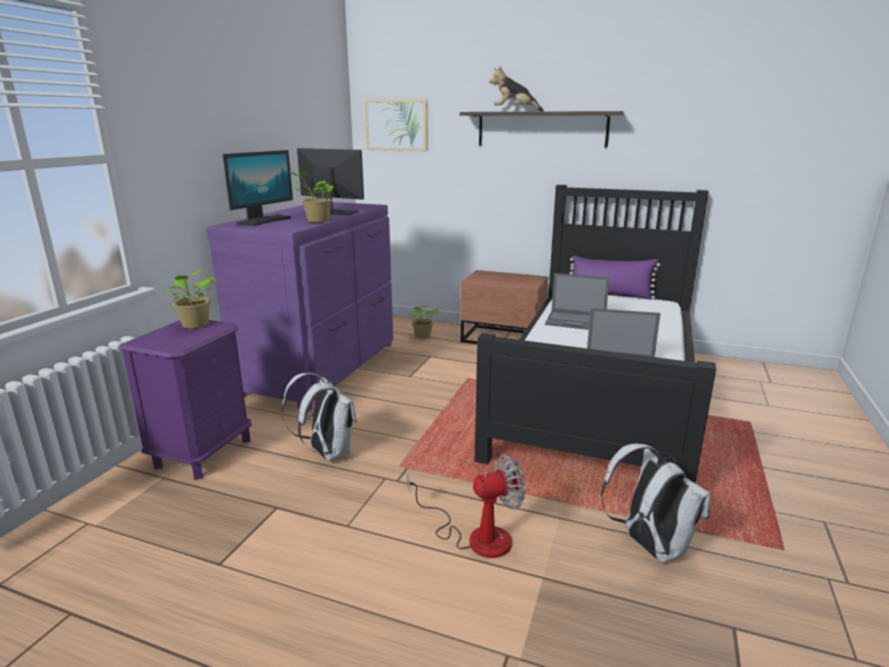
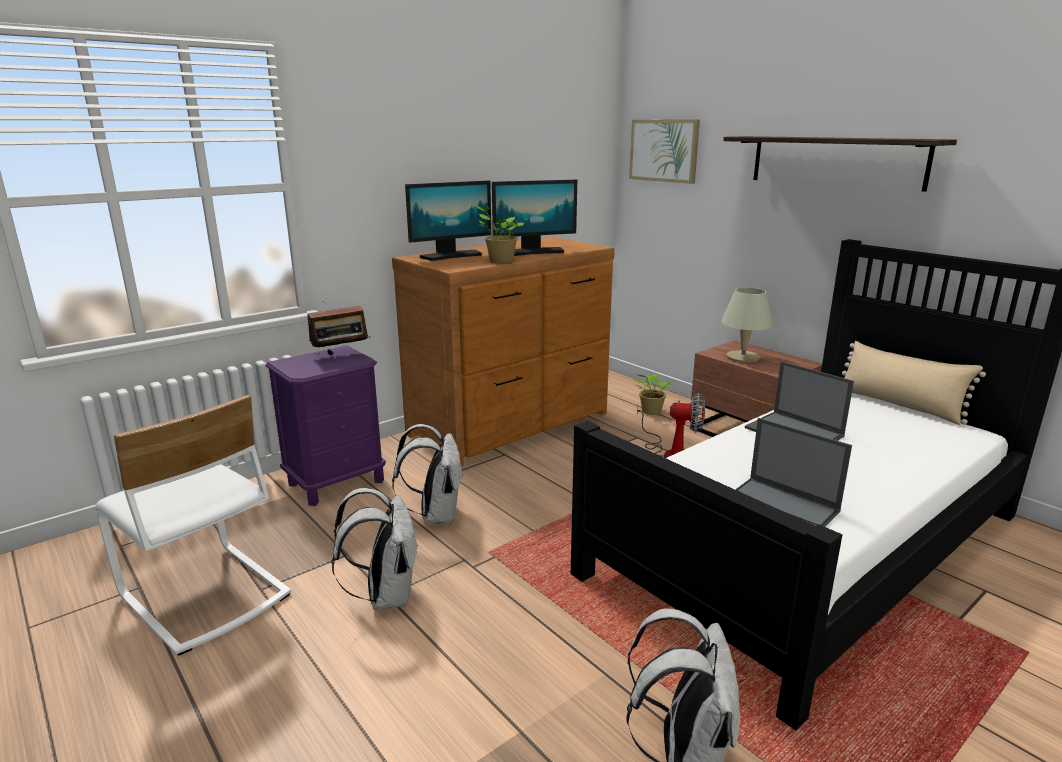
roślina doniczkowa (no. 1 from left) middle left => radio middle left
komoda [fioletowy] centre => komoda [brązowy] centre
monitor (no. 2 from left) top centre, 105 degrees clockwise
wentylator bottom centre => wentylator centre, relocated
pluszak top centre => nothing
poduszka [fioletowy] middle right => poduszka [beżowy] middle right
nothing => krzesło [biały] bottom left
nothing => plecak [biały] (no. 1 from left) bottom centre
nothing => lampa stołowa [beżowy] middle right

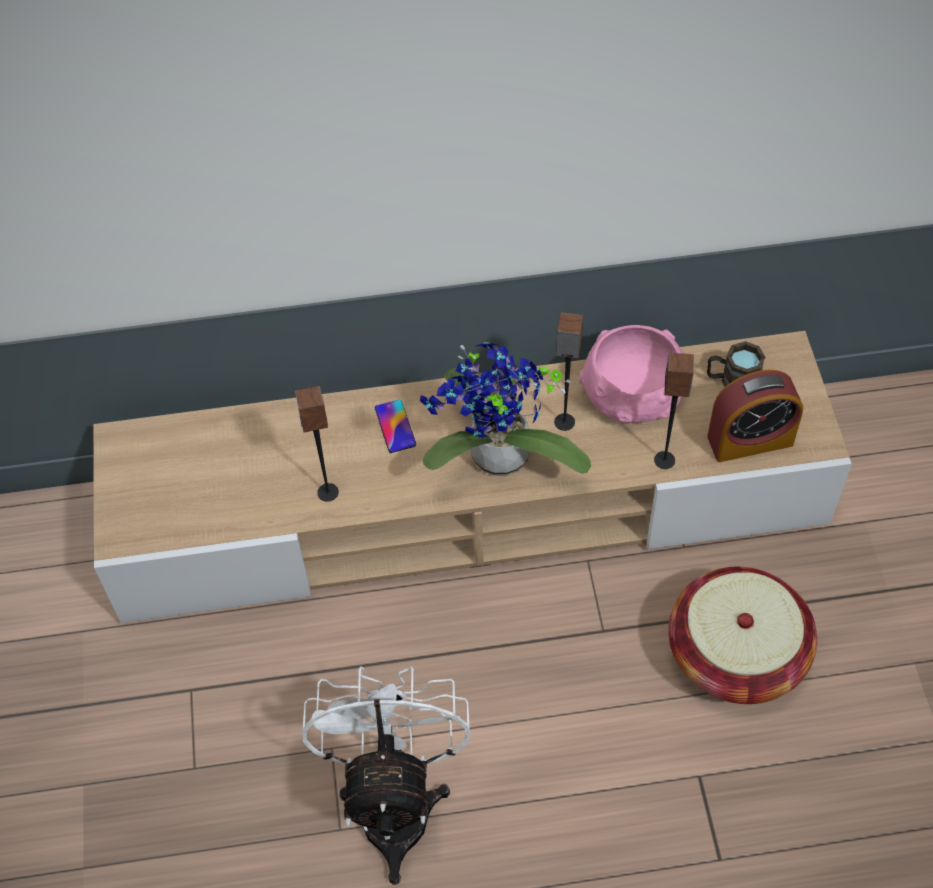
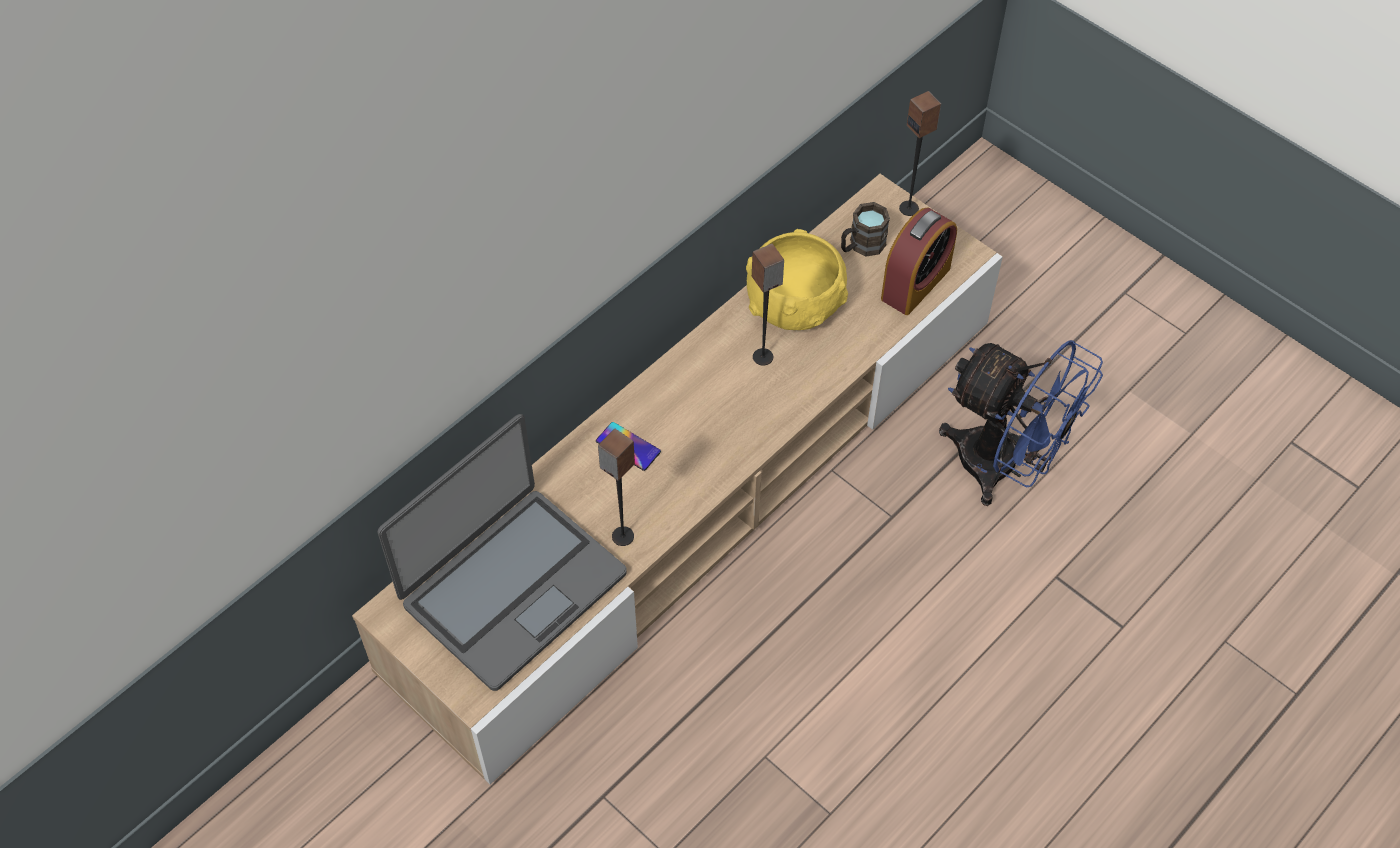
wentylator [biały] bottom centre => nothing
roślina doniczkowa centre => nothing
miska [różowy] middle right => miska [żółty] top centre
głośnik (no. 3 from left) middle right => głośnik (no. 3 from left) top centre, relocated
koszyk bottom right => wentylator [niebieski] middle right
nothing => laptop centre

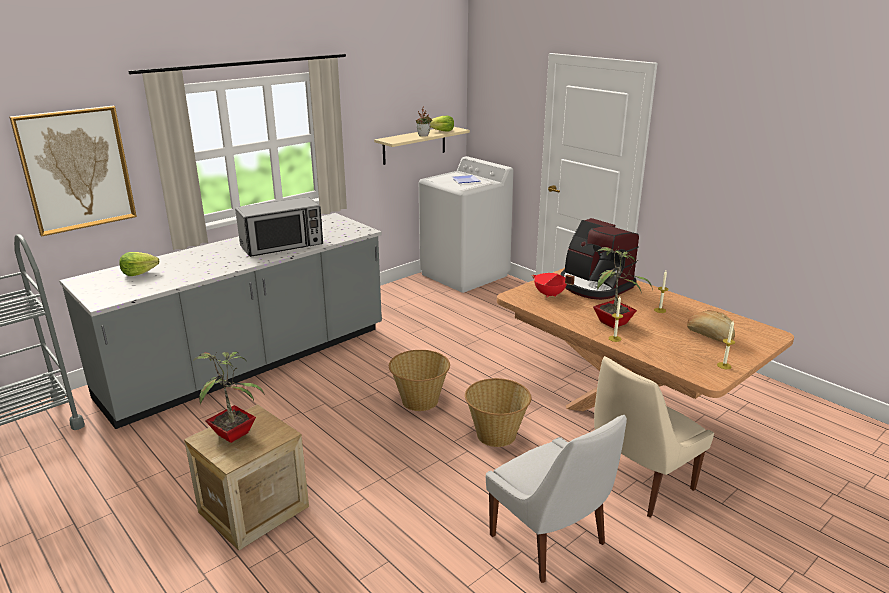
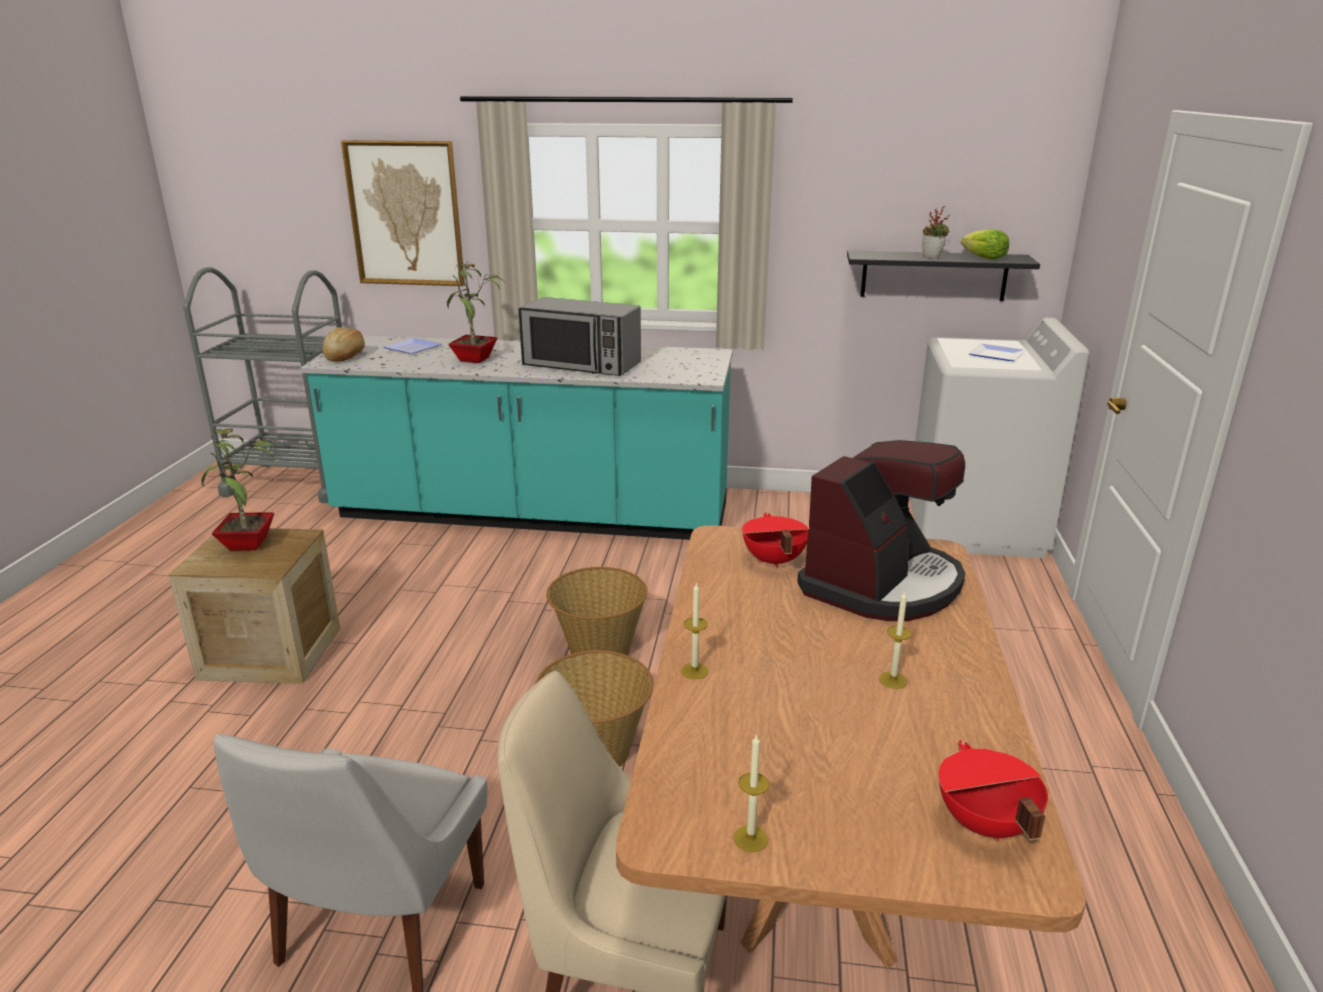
zabudowa kuchenna [szary] middle left => zabudowa kuchenna [turkusowy] centre
sałata (no. 1 from left) middle left => talerz (no. 1 from left) middle left
półka [beżowy] top centre => półka [czarny] top right
ekspres do kawy middle right => ekspres do kawy centre, 150 degrees counterclockwise
roślina doniczkowa (no. 3 from left in the first image) middle right => roślina doniczkowa (no. 2 from left) top centre, relocated
chleb middle right => chleb middle left, relocated
nothing => garnek [czerwony] (no. 2 from left) bottom right

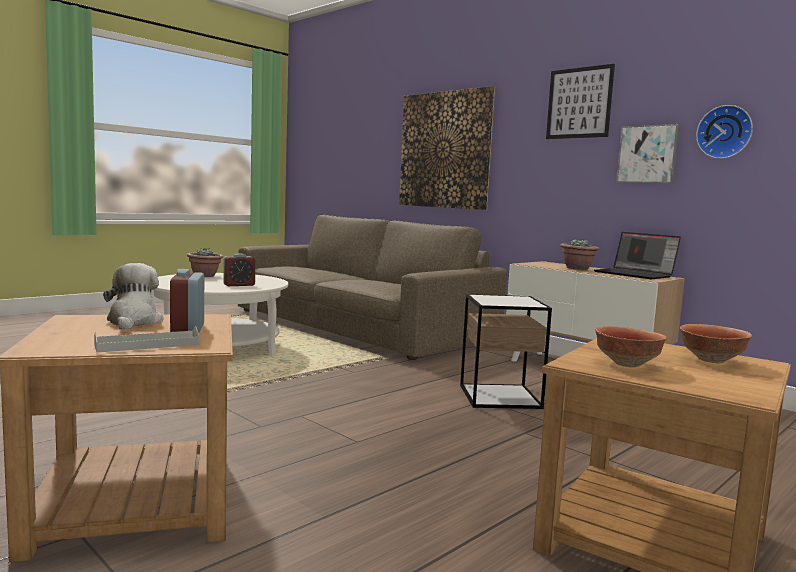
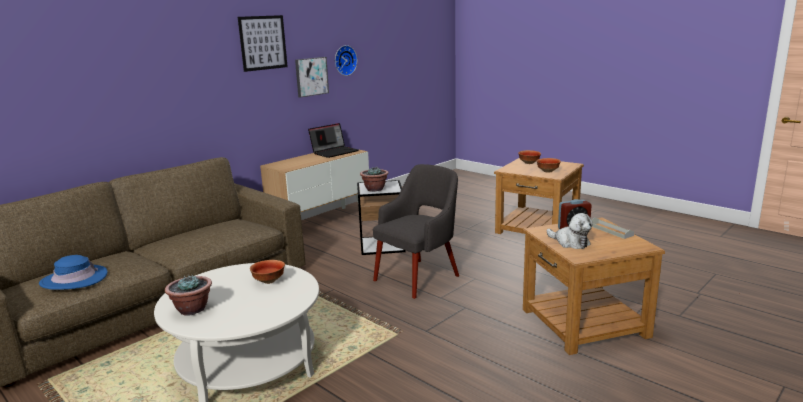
pluszak middle left => pluszak middle right, 120 degrees counterclockwise
budzik (no. 2 from left) middle left => miska (no. 1 from left) bottom left
obraz (no. 1 from left) top centre => nothing
roślina doniczkowa (no. 2 from left) middle right => roślina doniczkowa (no. 2 from left) centre, relocated
nothing => kapelusz [niebieski] bottom left
nothing => fotel [szary] centre

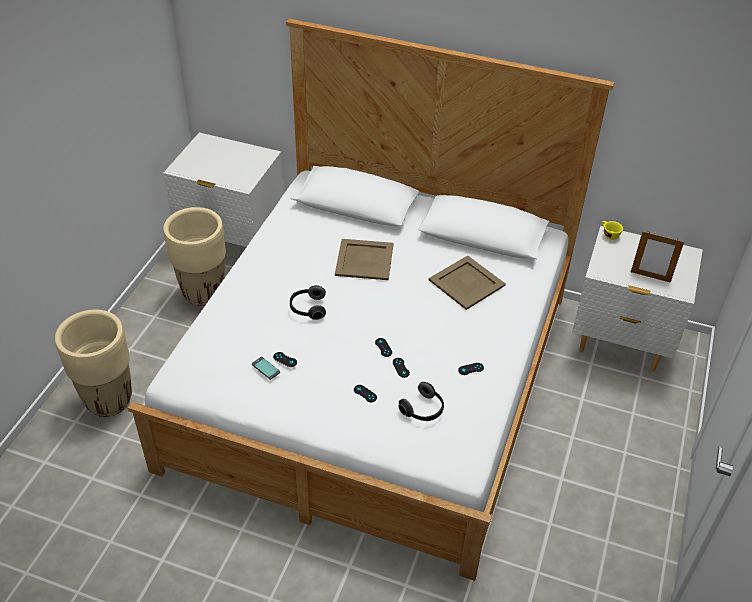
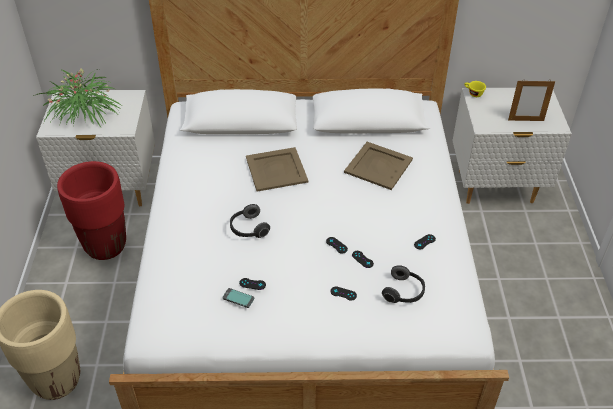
donica [beżowy] (no. 2 from left) middle left => donica [czerwony] middle left
nothing => roślina doniczkowa top left

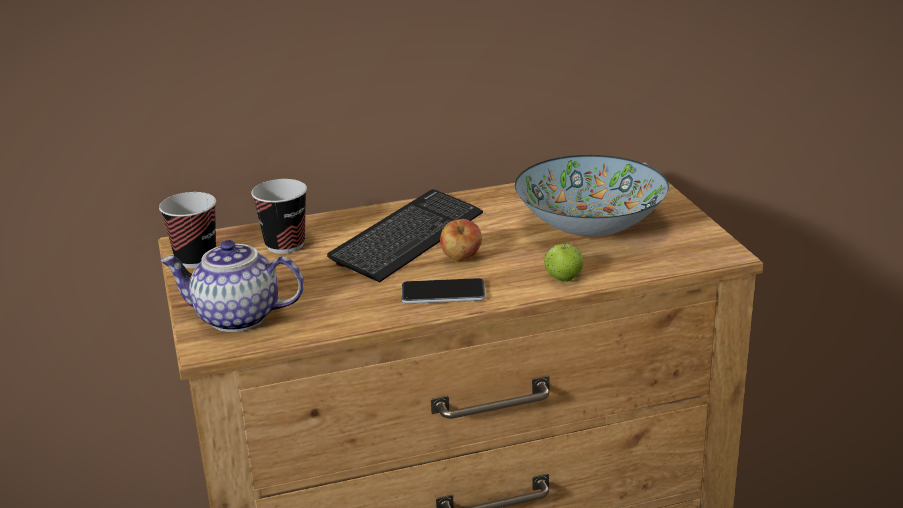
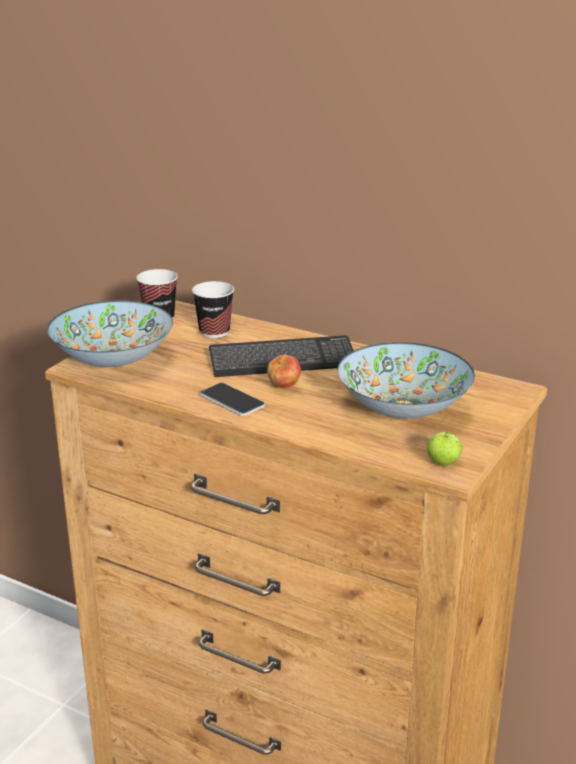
imbryk middle left => miska (no. 1 from left) middle left
jabłko (no. 2 from left) centre => jabłko (no. 2 from left) middle right, relocated

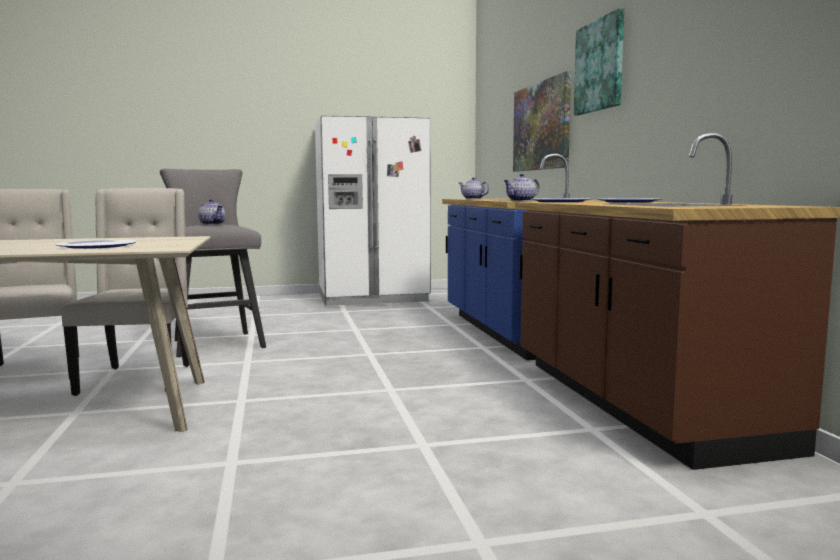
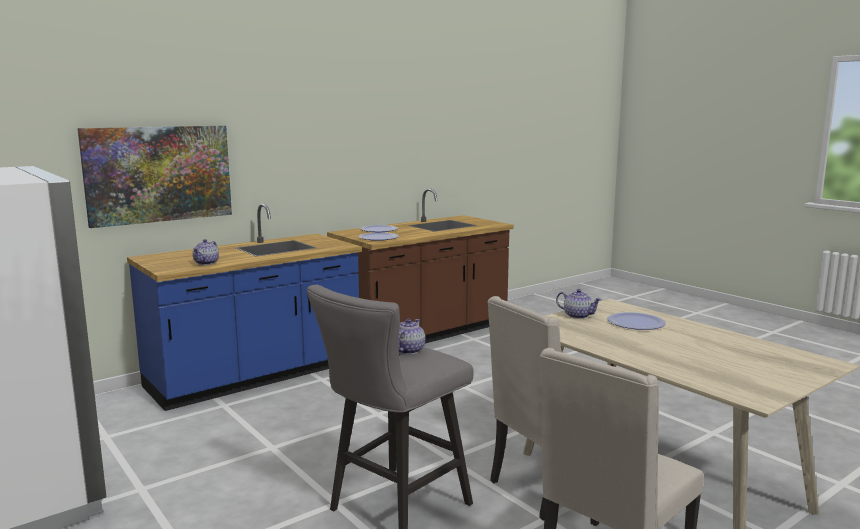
imbryk (no. 3 from left) centre => imbryk (no. 3 from left) middle right, relocated
obraz (no. 2 from left) top right => nothing

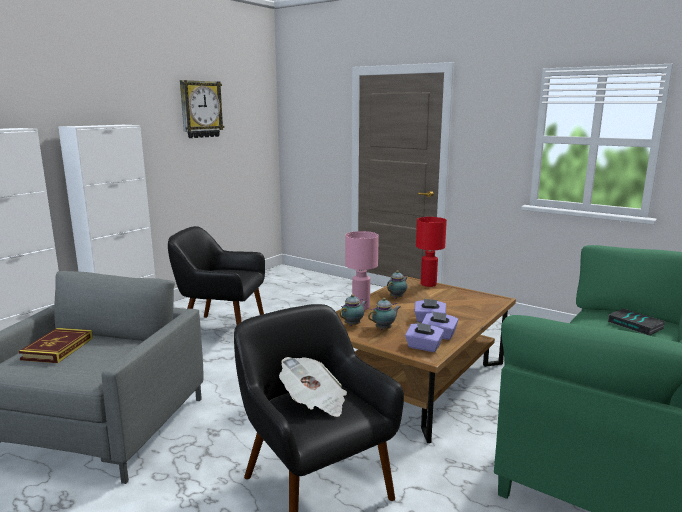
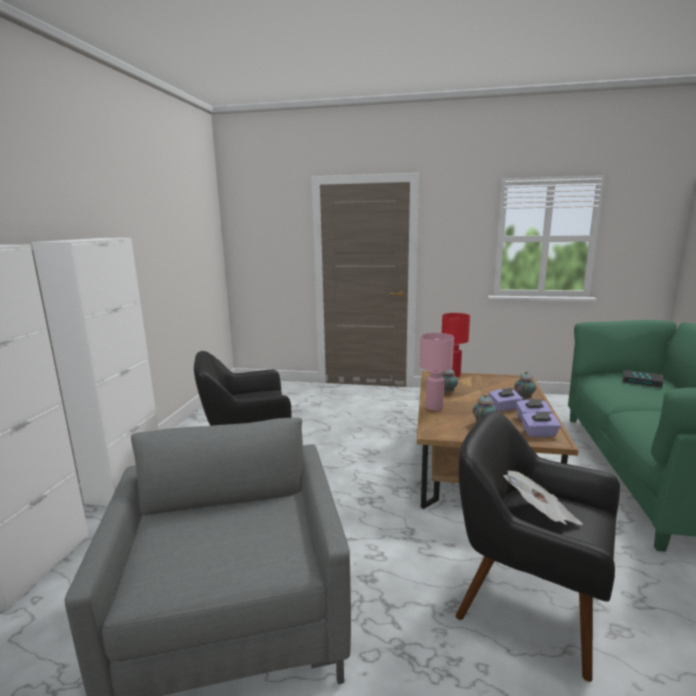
książka (no. 1 from left) bottom left => nothing
zegar ścienny top left => nothing
imbryk (no. 1 from left in the first image) centre => imbryk (no. 3 from left) middle right, relocated

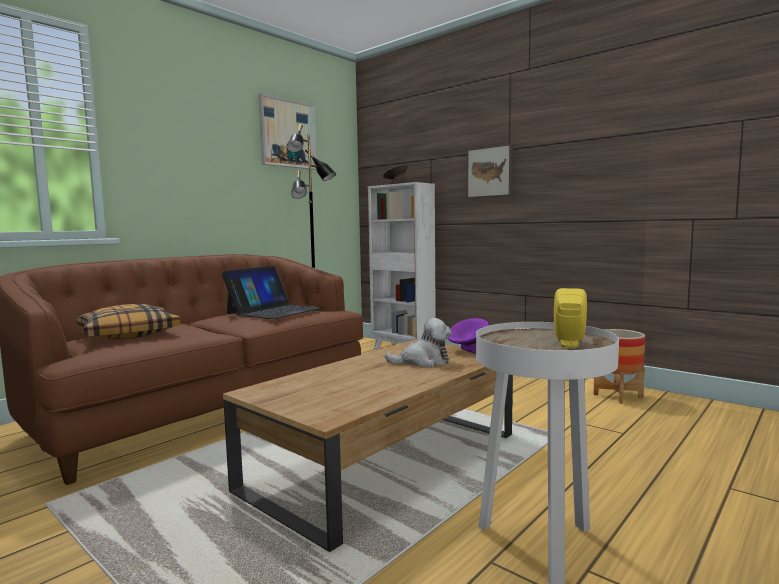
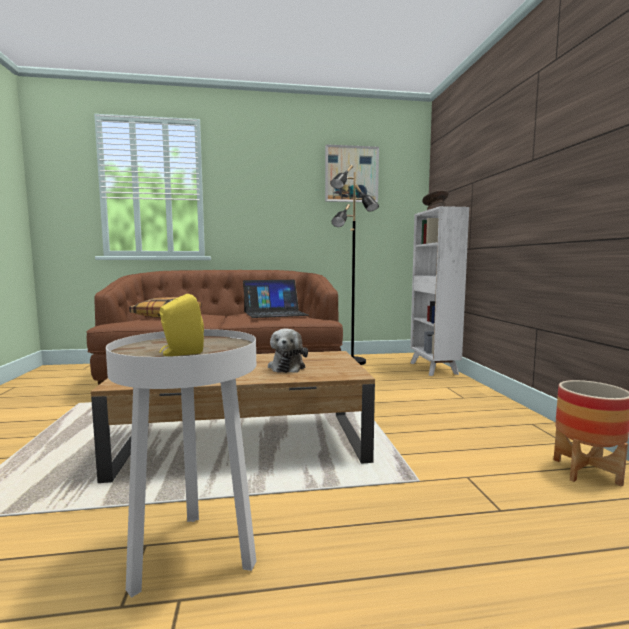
pluszak centre, 60 degrees clockwise
miska [fioletowy] centre => nothing
obraz (no. 2 from left) top centre => nothing

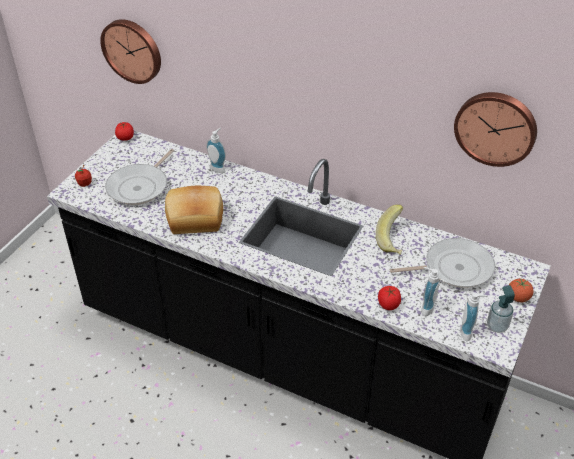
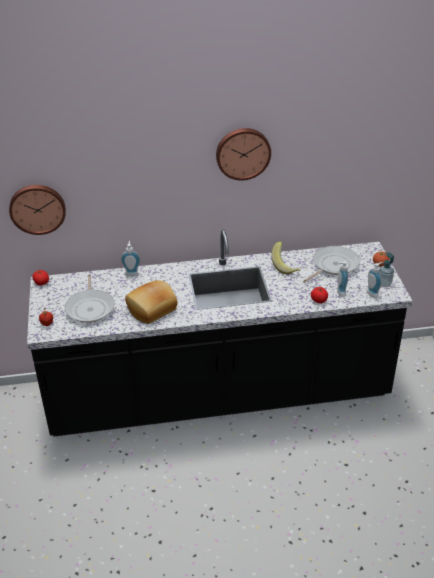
zegar ścienny (no. 2 from left) top right => zegar ścienny (no. 2 from left) top centre, relocated

